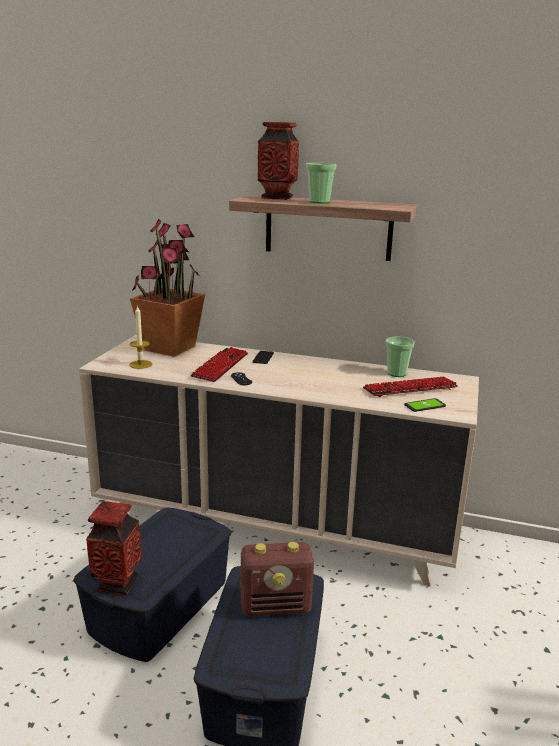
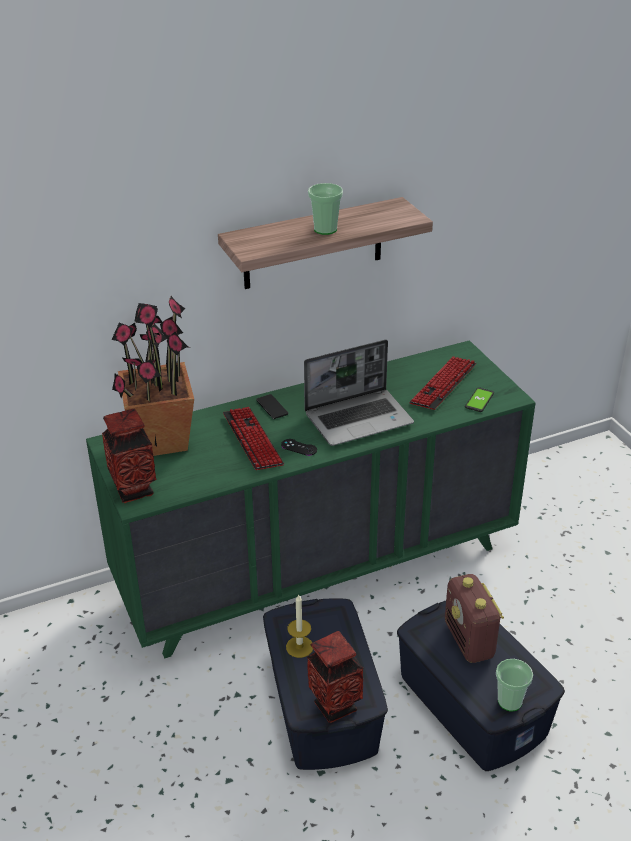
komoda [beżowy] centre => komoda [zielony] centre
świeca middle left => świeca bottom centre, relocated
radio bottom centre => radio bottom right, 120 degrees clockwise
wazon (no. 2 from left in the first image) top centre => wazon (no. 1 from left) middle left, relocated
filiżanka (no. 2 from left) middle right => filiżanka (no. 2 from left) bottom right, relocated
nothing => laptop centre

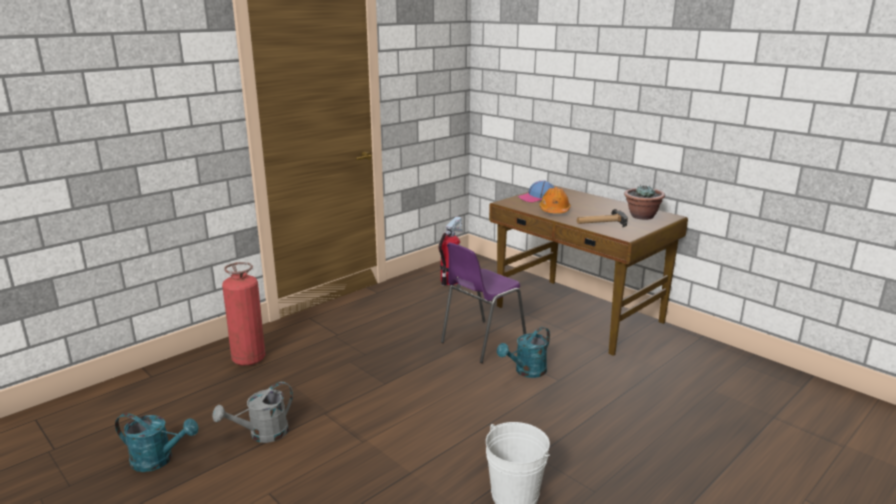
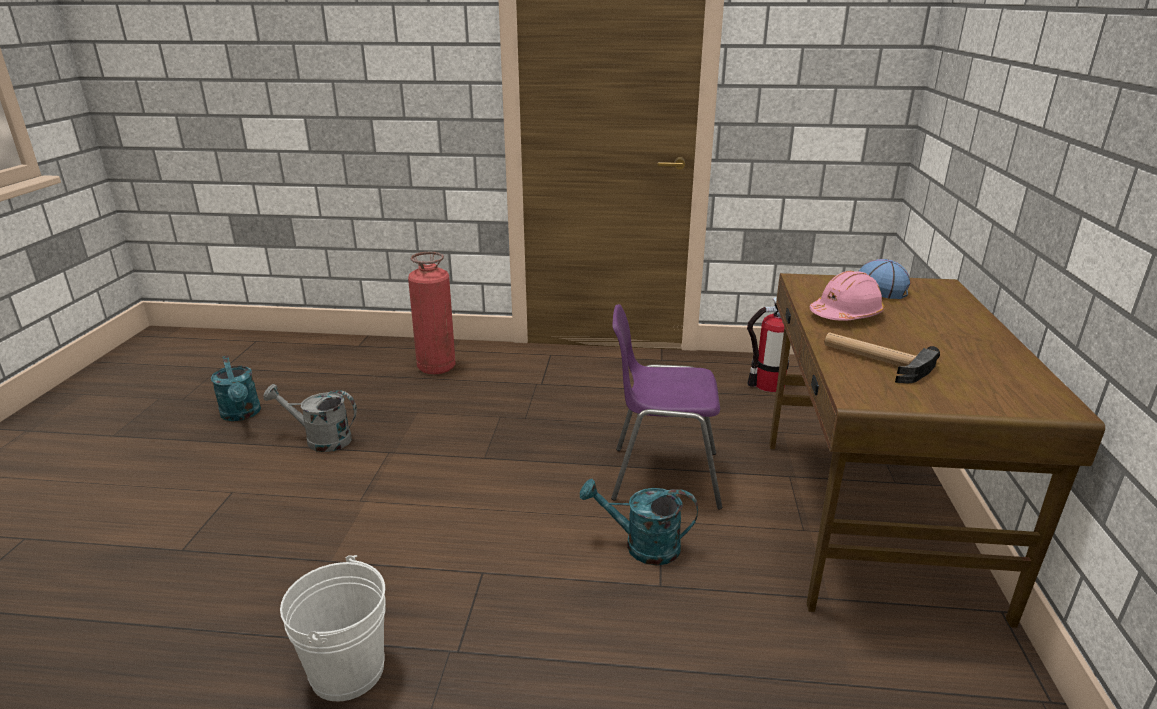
kask [pomarańczowy] centre => kask [różowy] middle right
roślina doniczkowa middle right => nothing

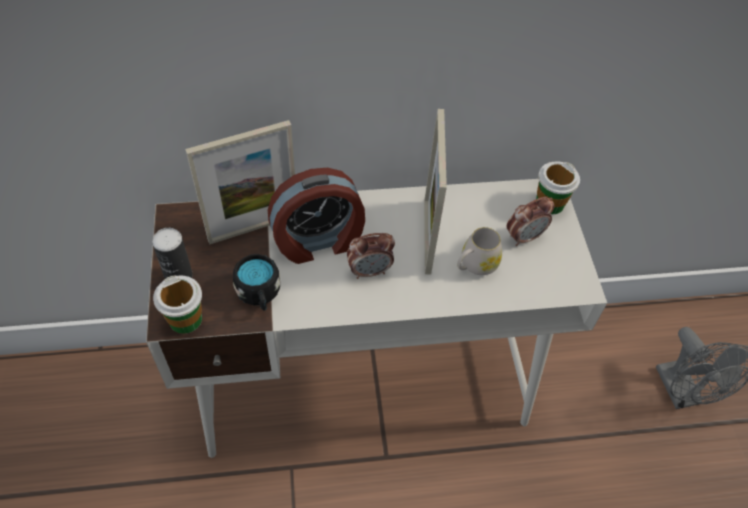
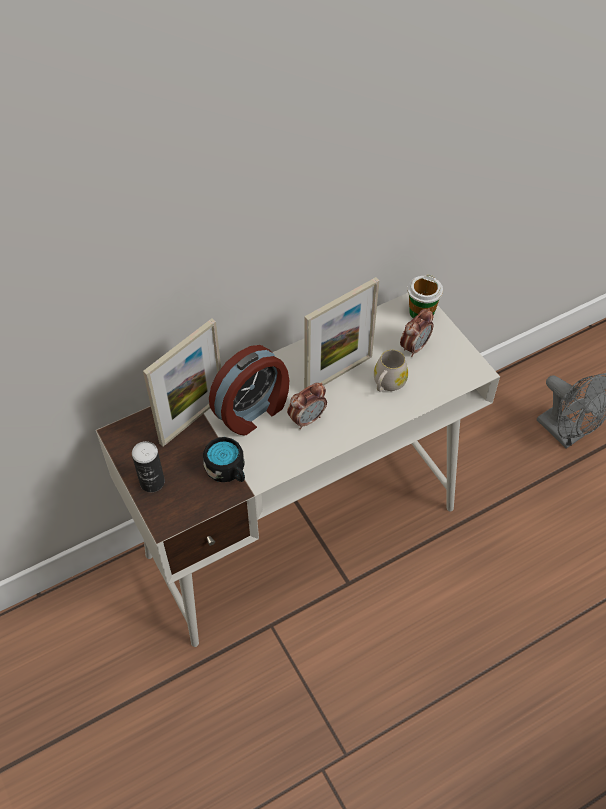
filiżanka (no. 1 from left) middle left => nothing
ramka na zdjęcie (no. 2 from left) centre, 105 degrees counterclockwise

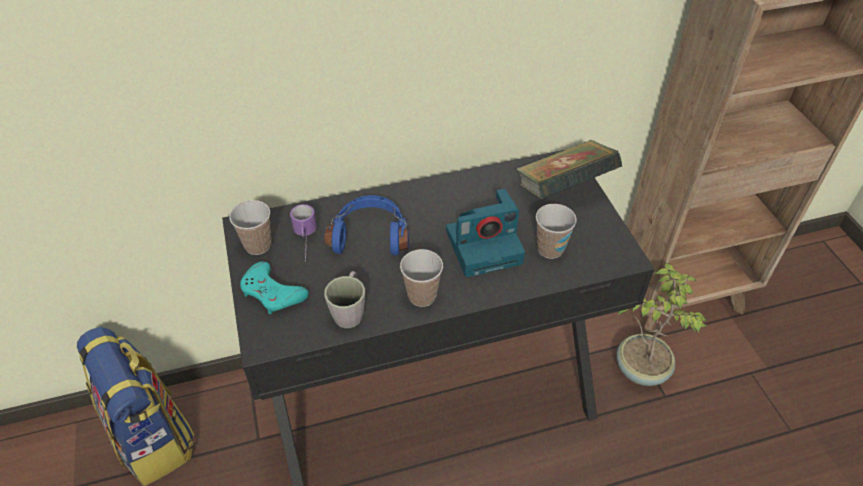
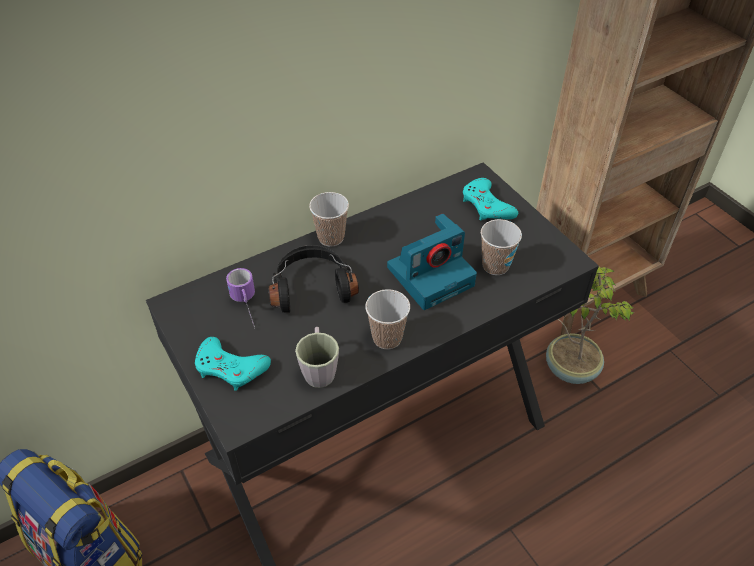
filiżanka (no. 1 from left) middle left => filiżanka (no. 1 from left) centre, relocated
słuchawki [niebieski] centre => słuchawki [czarny] centre
książka centre => pad do gier [turkusowy] (no. 2 from left) centre

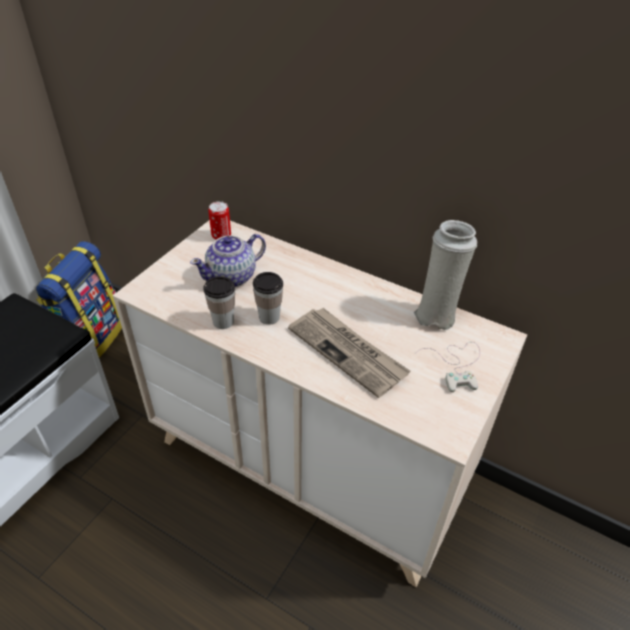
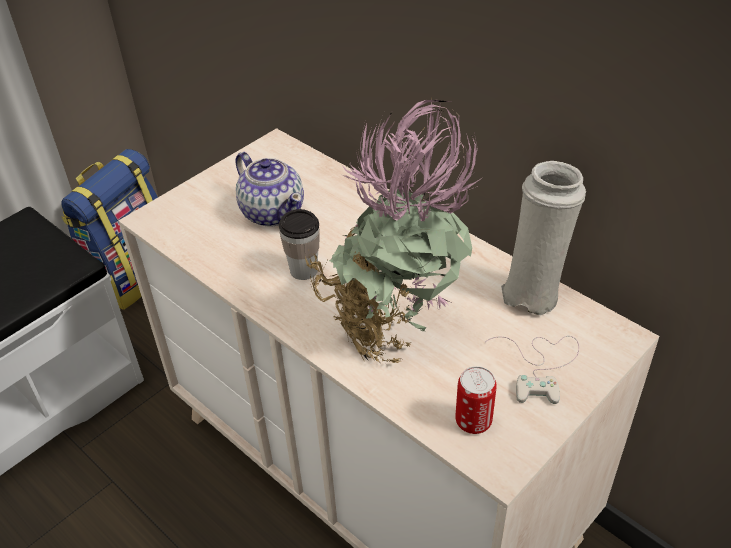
imbryk centre, 105 degrees counterclockwise
filiżanka (no. 1 from left) centre => nothing
puszka centre => puszka bottom centre, relocated
gazeta centre => roślina doniczkowa centre

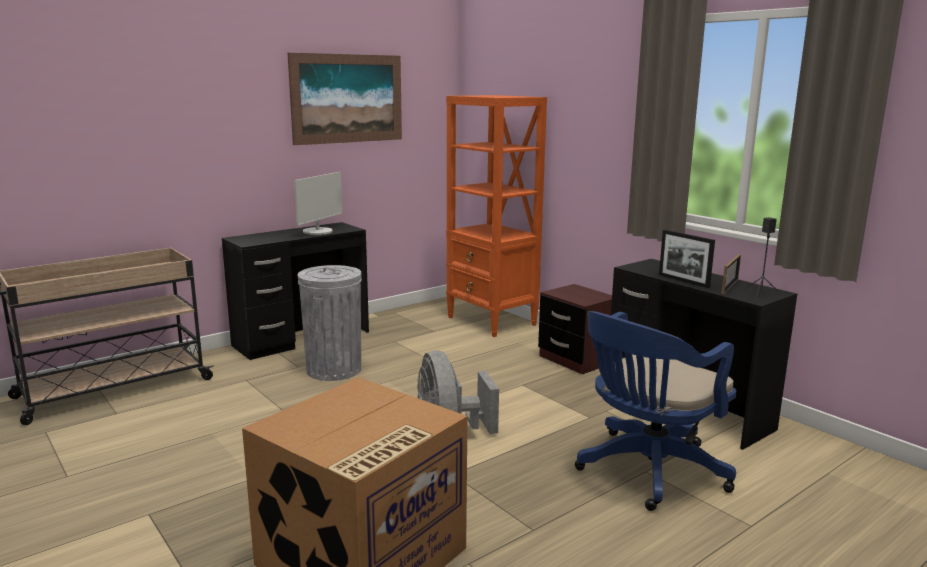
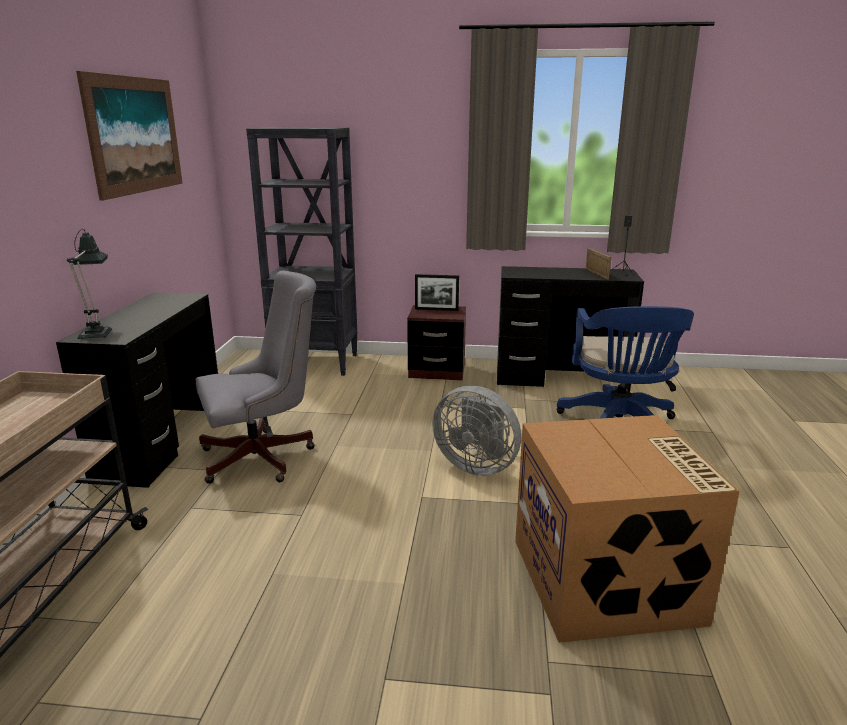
monitor centre => nothing
kosz na śmieci [szary] centre => krzesło biurowe [szary] middle left
regał [pomarańczowy] centre => regał [czarny] centre
ramka na zdjęcie (no. 1 from left) middle right => ramka na zdjęcie (no. 1 from left) centre, relocated
nothing => lampa stołowa middle left

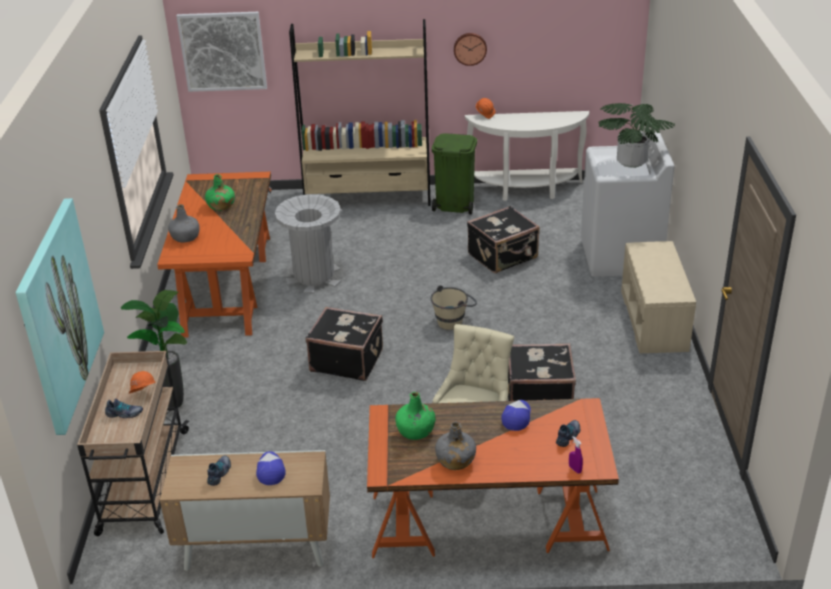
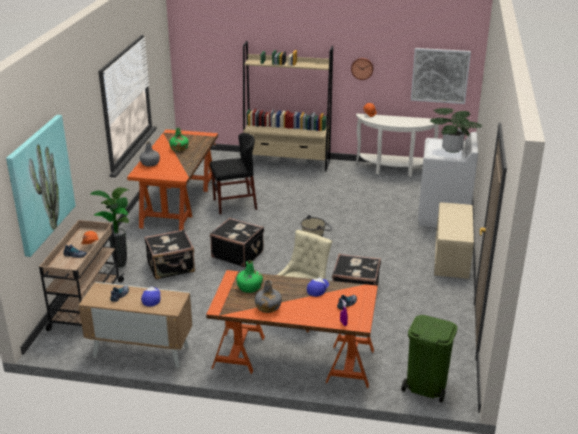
obraz (no. 2 from left) top left => obraz (no. 2 from left) top right, relocated
kosz na śmieci [szary] centre => krzesło [czarny] centre
kosz na śmieci [zielony] top centre => kosz na śmieci [zielony] bottom right, relocated
walizka [czarny] (no. 2 from left in the first image) centre => walizka [czarny] (no. 1 from left) middle left, relocated

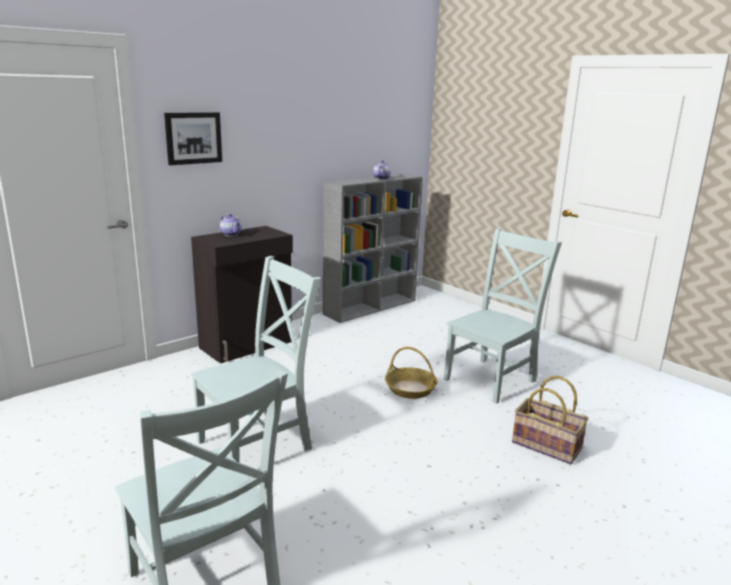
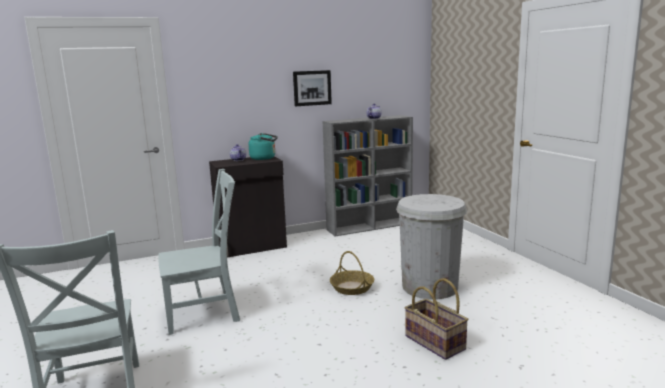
obraz top left => obraz top centre, relocated
krzesło [szary] (no. 3 from left) middle right => kosz na śmieci [biały] centre
nothing => czajnik [turkusowy] centre

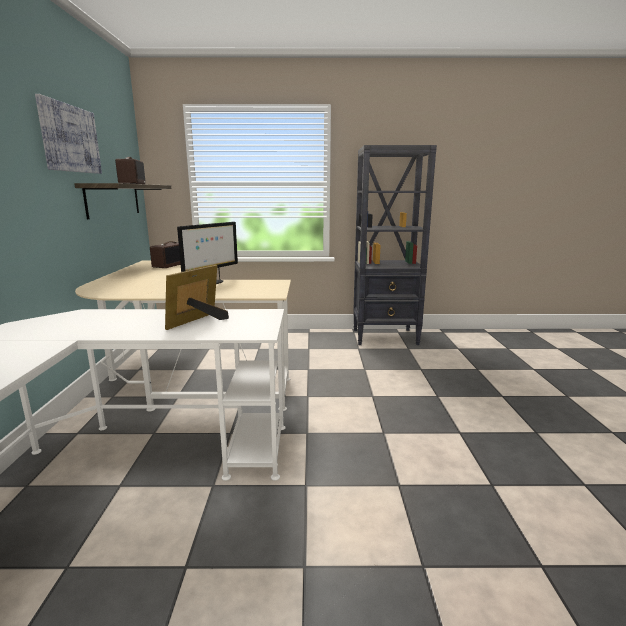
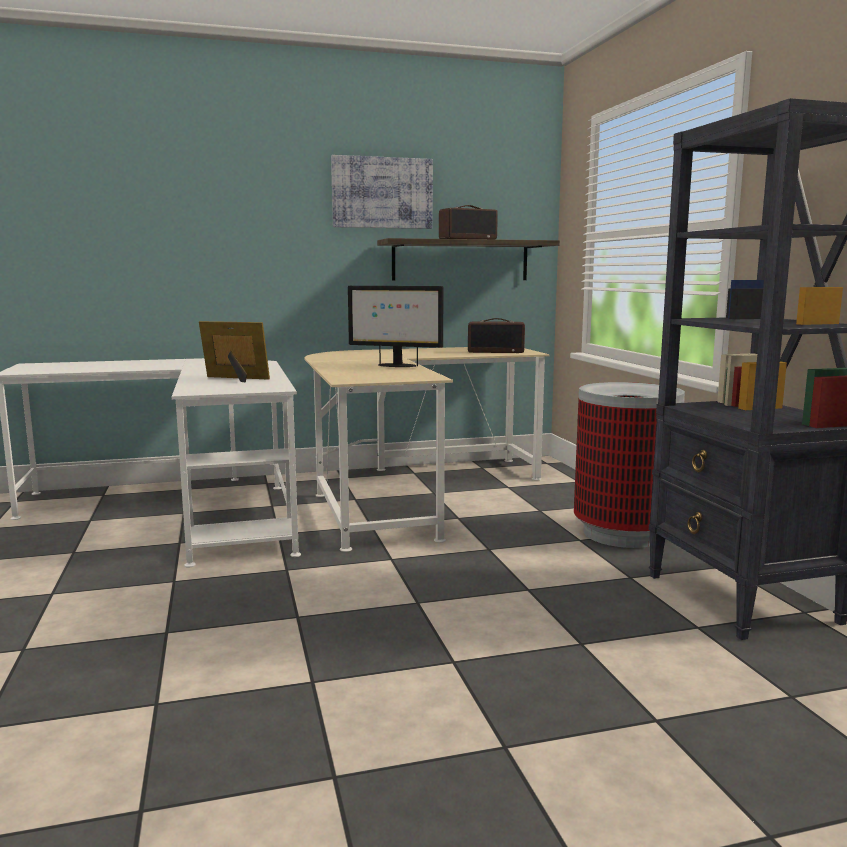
nothing => kosz na śmieci middle right

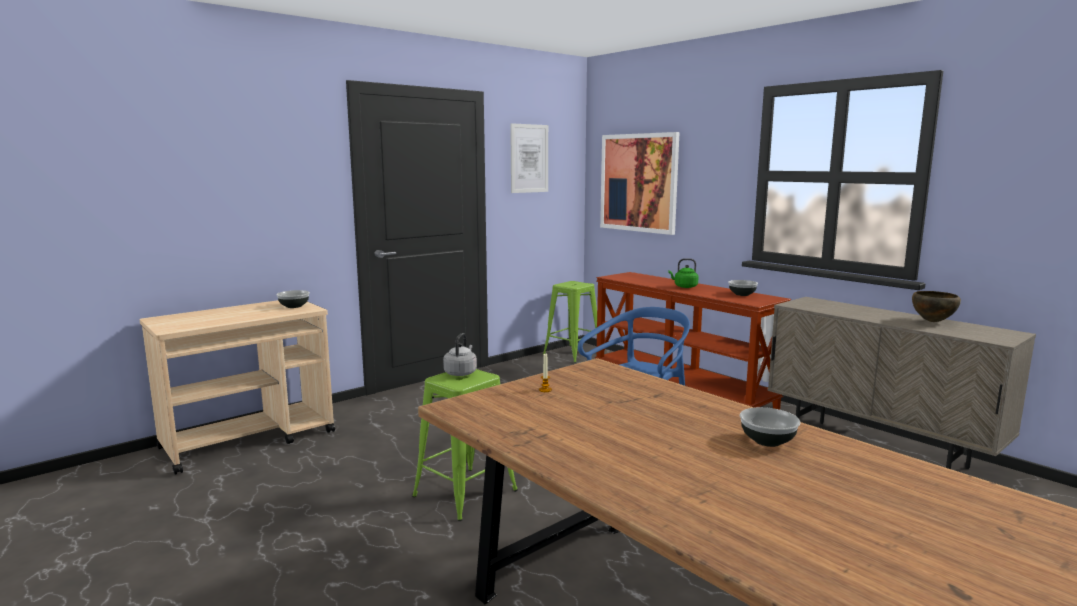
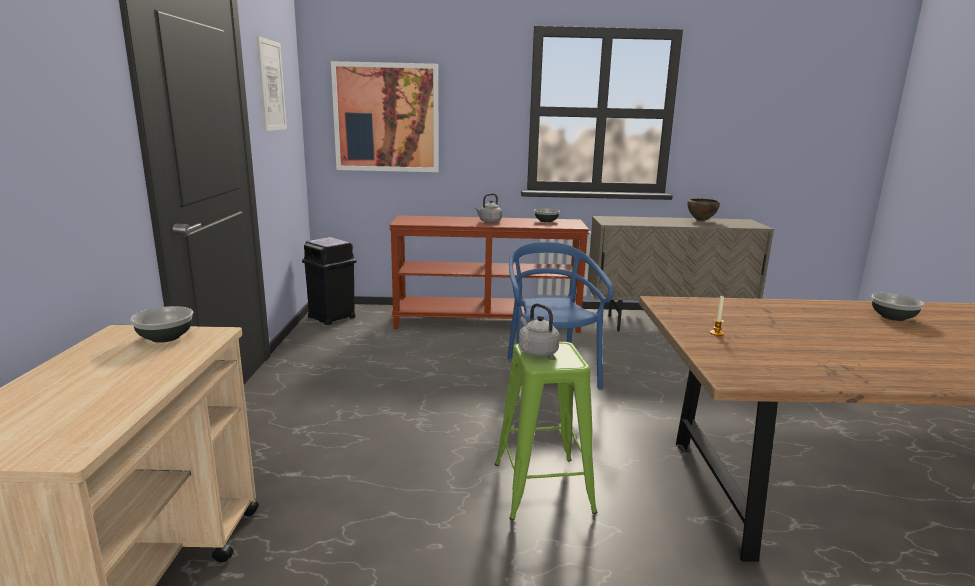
stołek [zielony] (no. 2 from left) centre => kosz na śmieci [czarny] centre
czajnik [zielony] centre => czajnik [szary] (no. 1 from left) centre

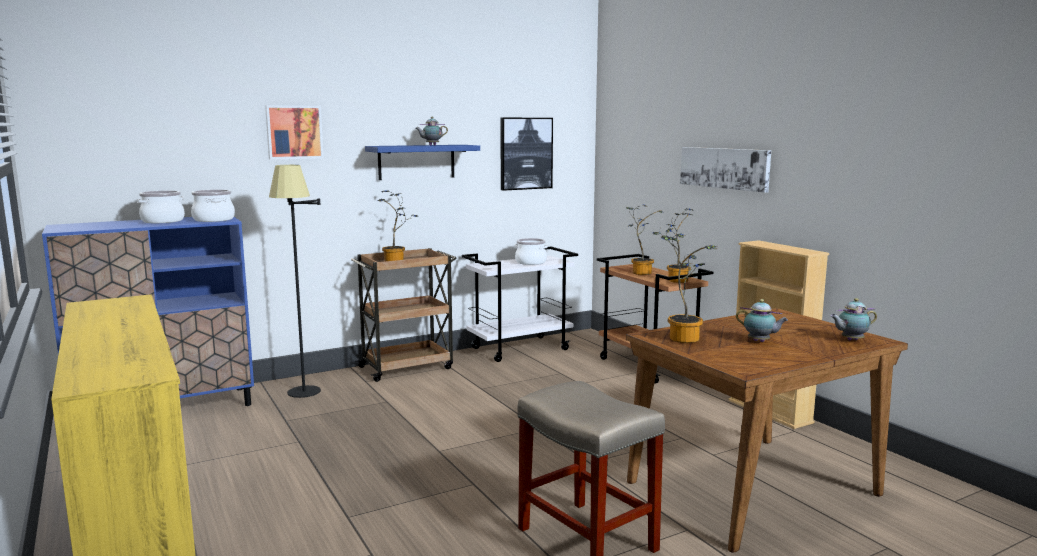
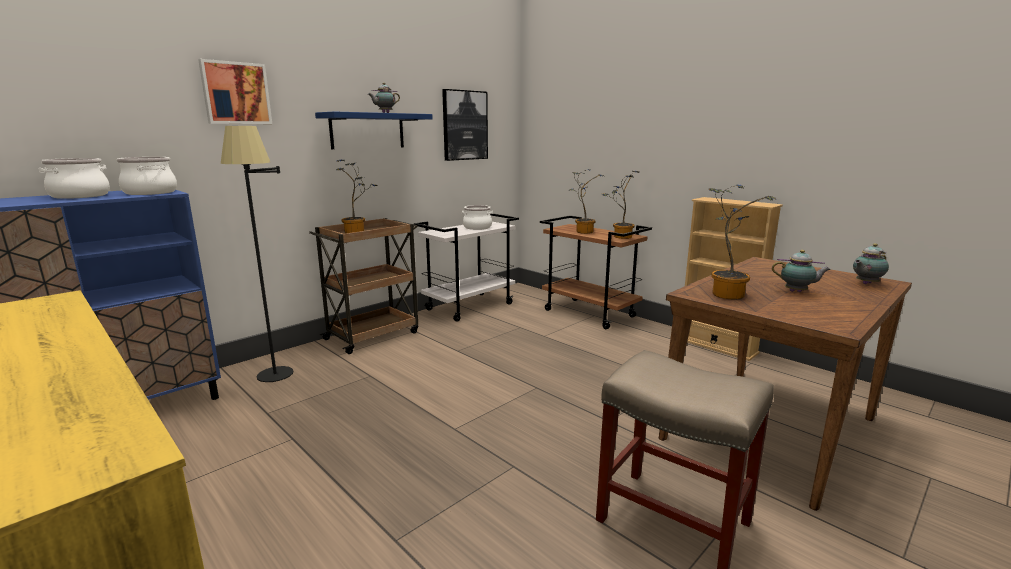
obraz (no. 3 from left) top right => nothing

